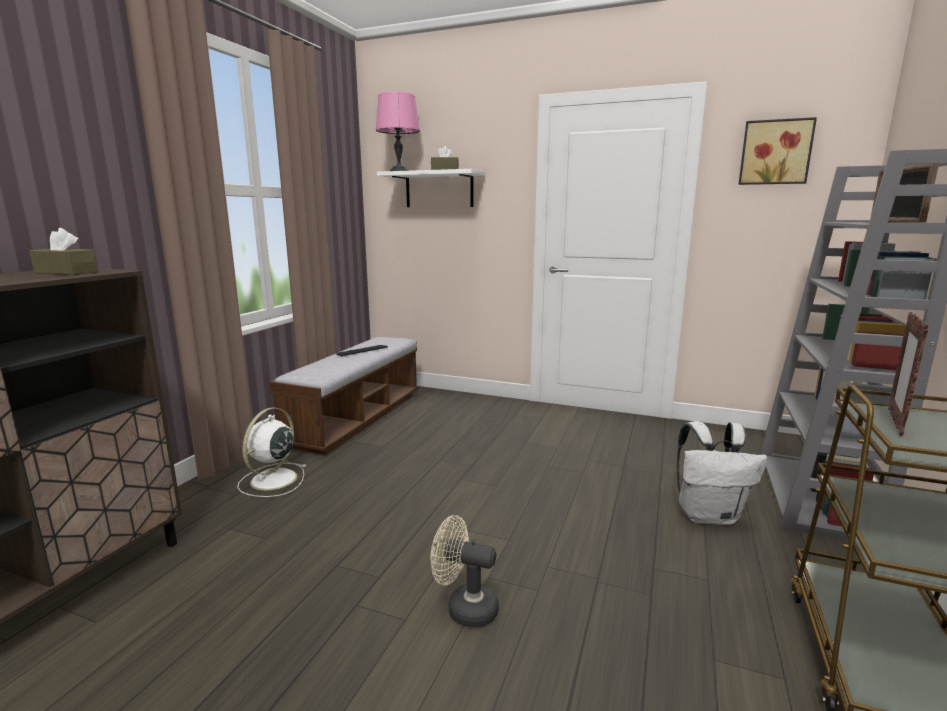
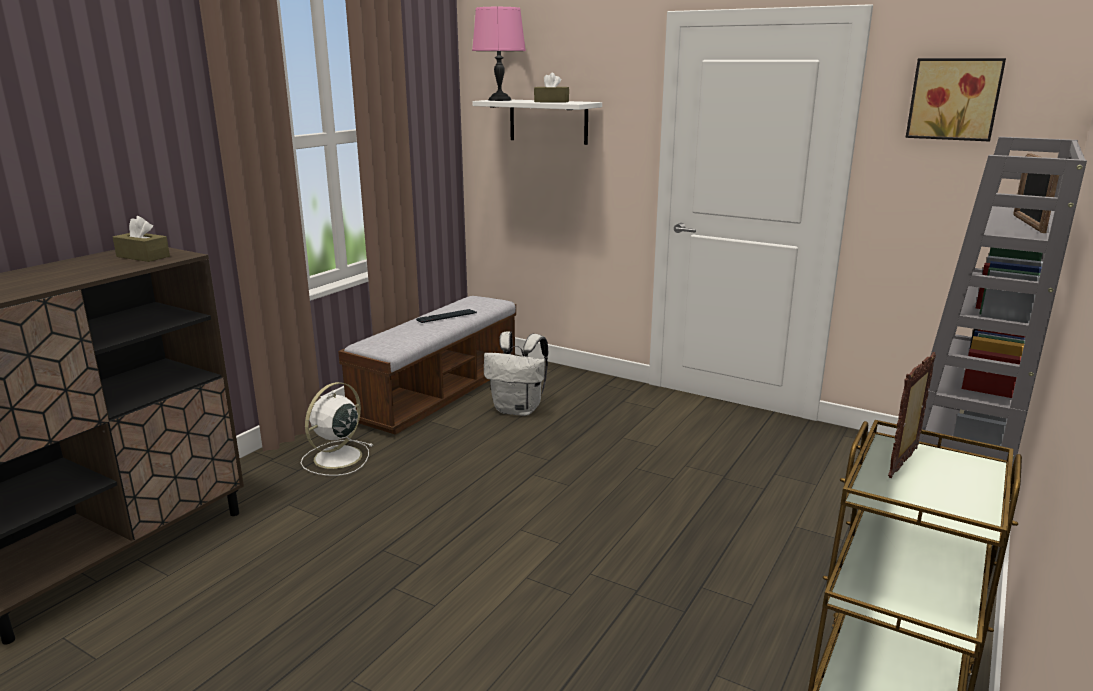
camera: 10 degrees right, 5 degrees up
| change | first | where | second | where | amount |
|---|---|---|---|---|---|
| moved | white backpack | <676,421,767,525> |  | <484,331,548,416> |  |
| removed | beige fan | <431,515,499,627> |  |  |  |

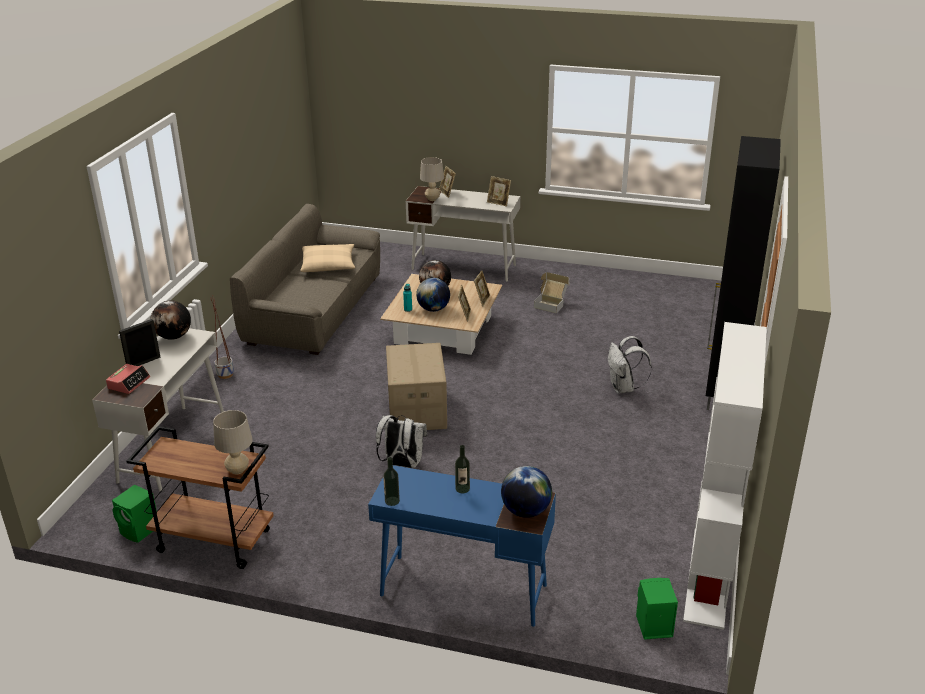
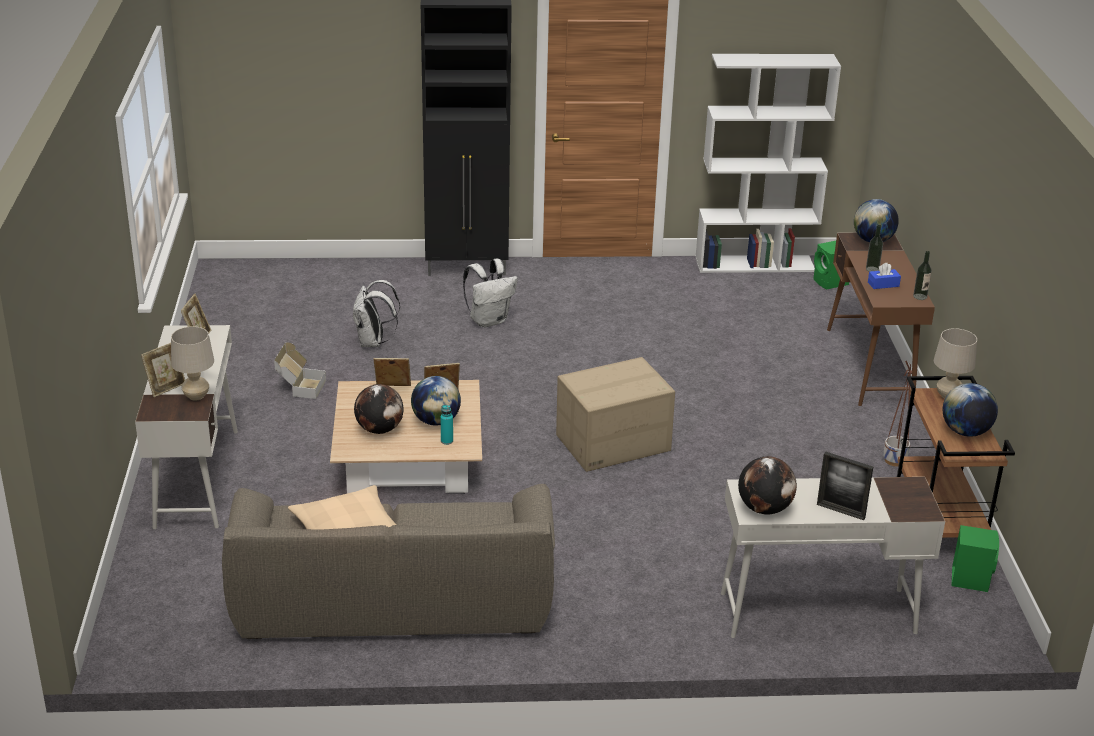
camera: 110 degrees left, 0 degrees up
| change | first | where | second | where | amount |
|---|---|---|---|---|---|
| moved | white backpack | <376,415,427,468> |  | <352,280,400,347> |  |
| recoloured | blue desk | <368,465,556,627> | brown desk | <827,232,935,406> |  |
| added |  |  | blue tissue box | <868,263,901,289> |  |
| moved | planter | <210,297,234,379> |  | <883,361,912,467> |  |
| added |  |  | globe | <943,383,998,437> |  |
| removed | alarm clock | <106,364,150,394> |  |  |  |

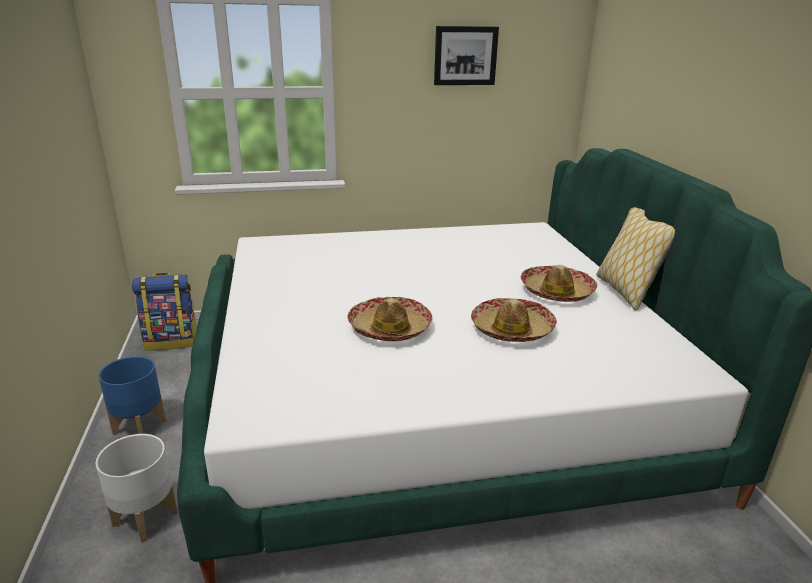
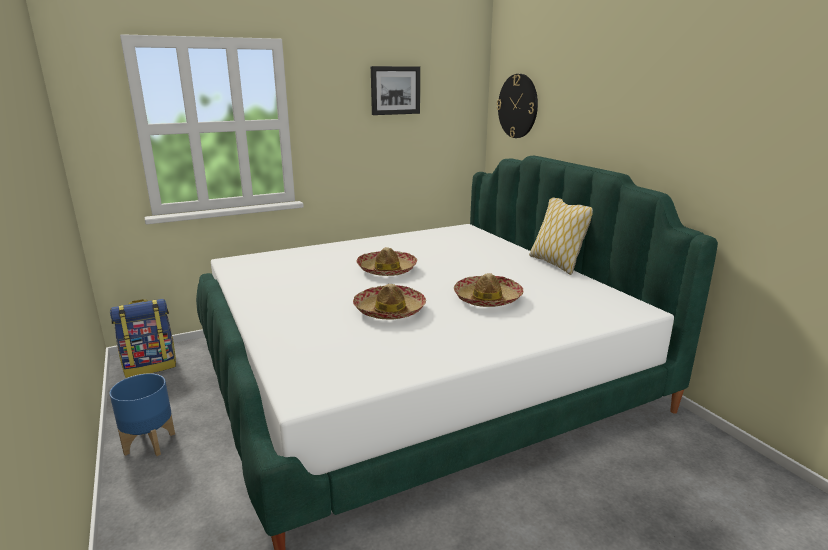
camera: 15 degrees left, 5 degrees down
| change | first | where | second | where | amount |
|---|---|---|---|---|---|
| moved | hat | <520,265,597,302> |  | <356,247,417,276> |  |
| added |  |  | wall clock | <496,74,538,138> |  |
| removed | white planter | <96,434,178,542> |  |  |  |

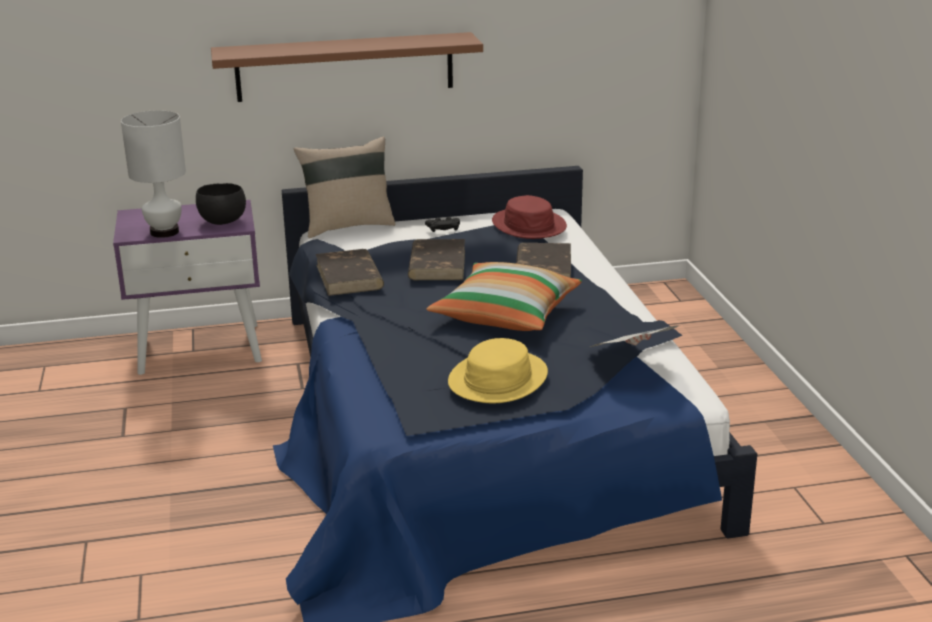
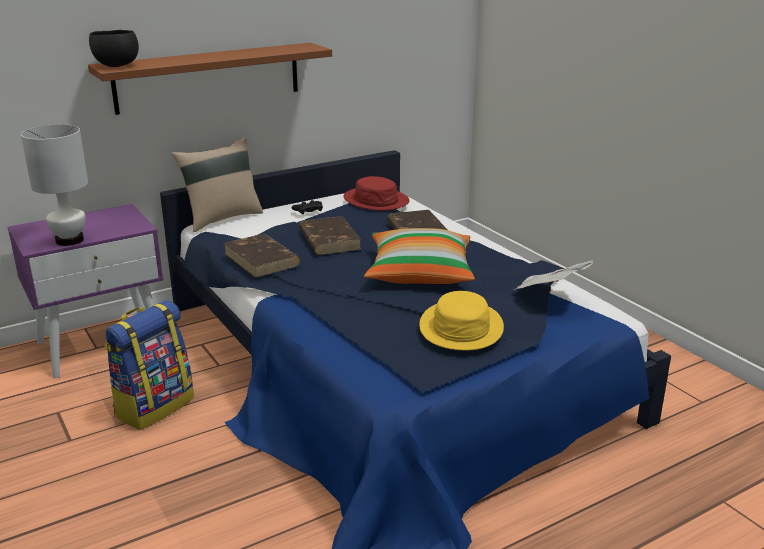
camera: 20 degrees left, 0 degrees up
| change | first | where | second | where | amount |
|---|---|---|---|---|---|
| moved | black bowl | <196,183,246,225> |  | <89,30,139,67> |  |
| added |  |  | backpack | <104,301,194,430> |  |

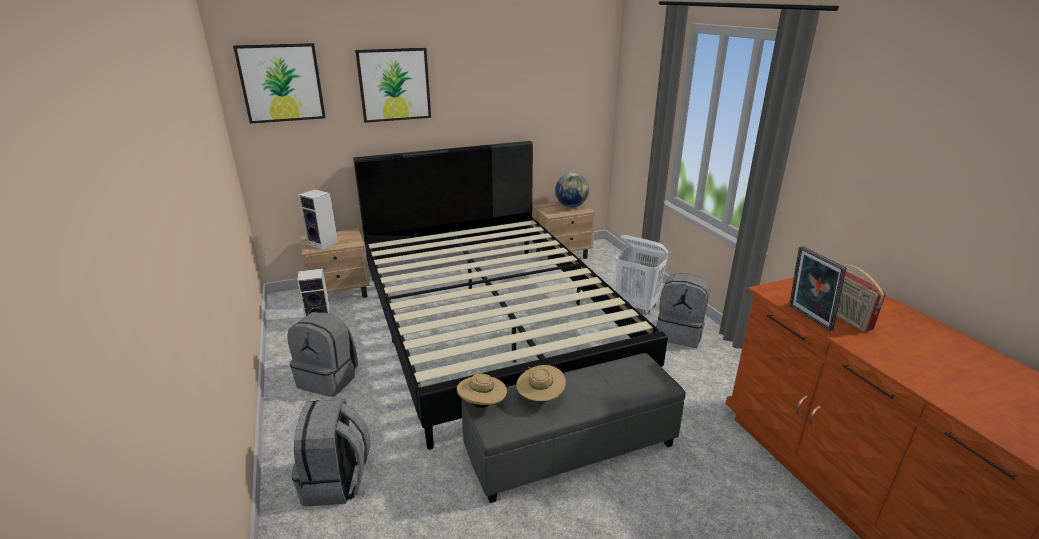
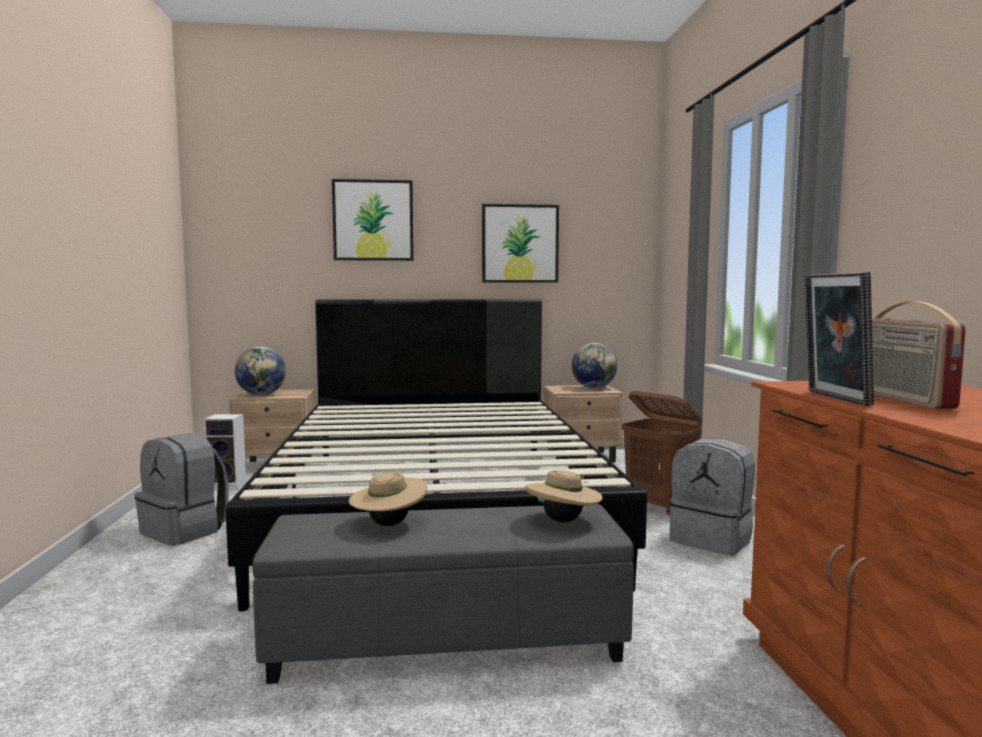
camera: 15 degrees right, 20 degrees down
| change | first | where | second | where | amount |
|---|---|---|---|---|---|
| replaced | speaker | <298,189,338,250> | globe | <235,347,286,396> |  |
| moved | picture | <233,43,326,124> |  | <482,204,559,283> |  |
| moved | beige hat | <457,373,507,408> |  | <525,470,603,522> |  |
| recoloured | white laundry basket | <615,235,669,314> | brown laundry basket | <622,391,702,516> |  |
| removed | grey backpack | <291,399,370,506> |  |  |  |

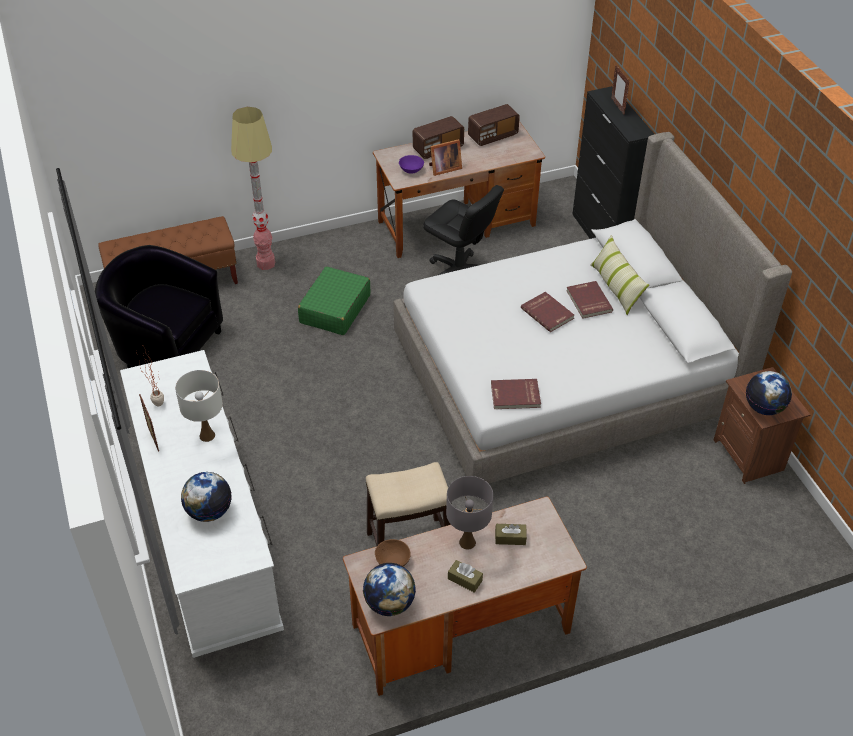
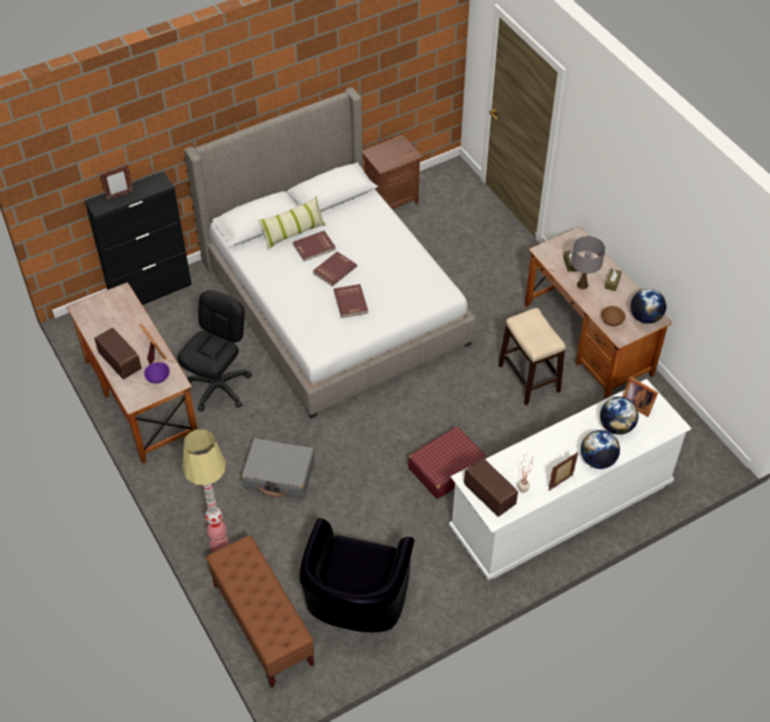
camera: 100 degrees left, 5 degrees up
| change | first | where | second | where | amount |
|---|---|---|---|---|---|
| recoloured | green suitcase | <298,266,371,335> | grey suitcase | <241,438,315,499> |  |
| moved | red book | <491,379,541,409> |  | <334,284,368,318> |  |
| added |  |  | red suitcase | <408,426,487,499> |  |
| moved | radio | <468,104,520,146> |  | <464,458,518,517> |  |
| moved | globe | <746,371,792,415> |  | <581,430,620,469> |  |
| added |  |  | picture frame | <623,377,658,417> |  |
| removed | white table lamp | <175,370,223,442> |  |  |  |

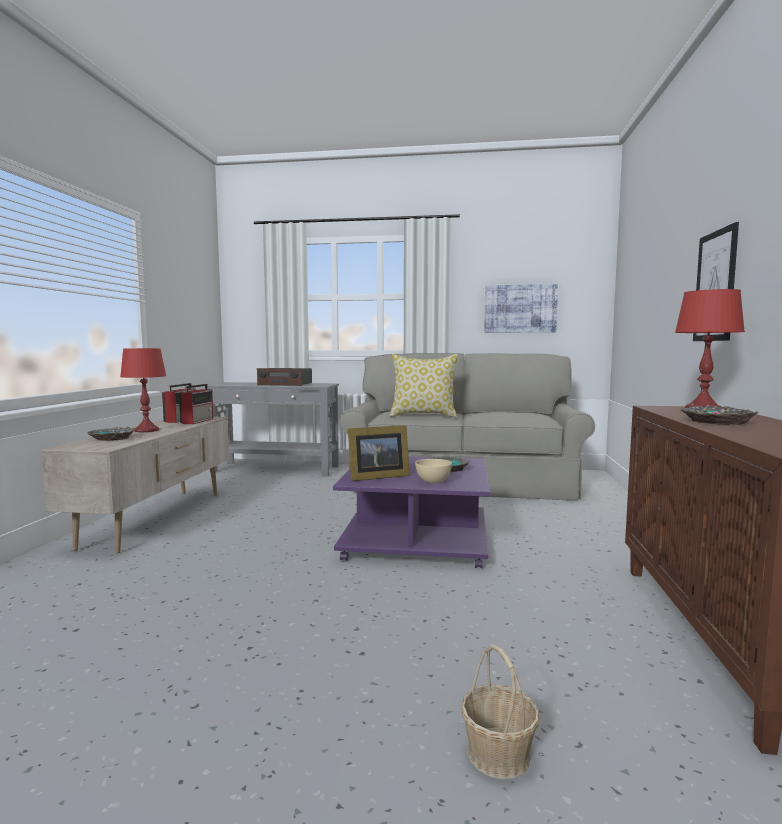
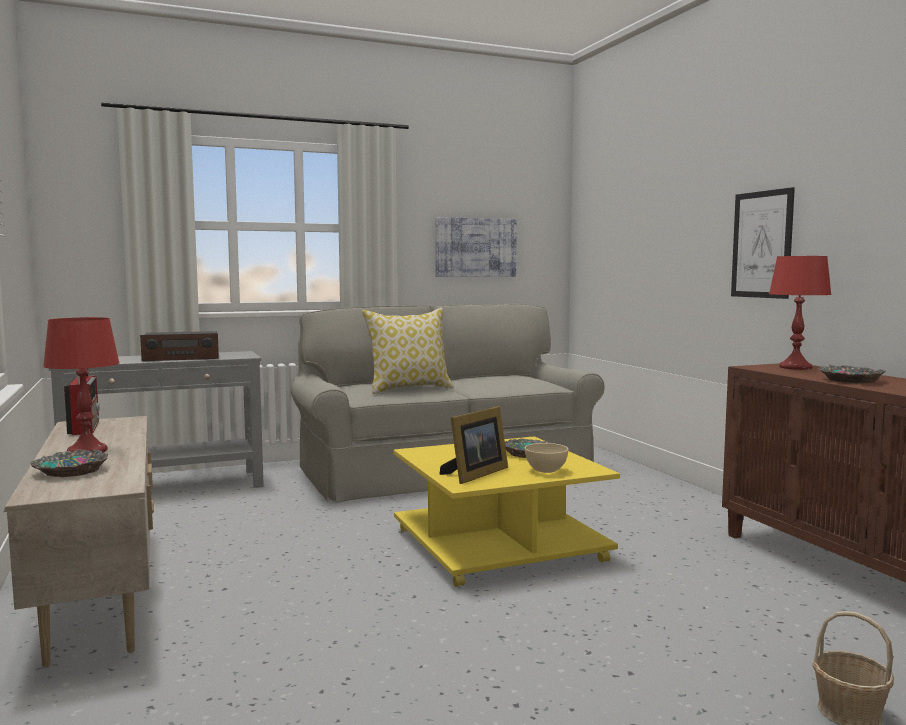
camera: 30 degrees left, 0 degrees up
| change | first | where | second | where | amount |
|---|---|---|---|---|---|
| recoloured | purple coffee table | <333,456,490,568> | yellow coffee table | <393,436,620,587> |  |
| removed | radio | <179,384,213,424> |  |  |  |

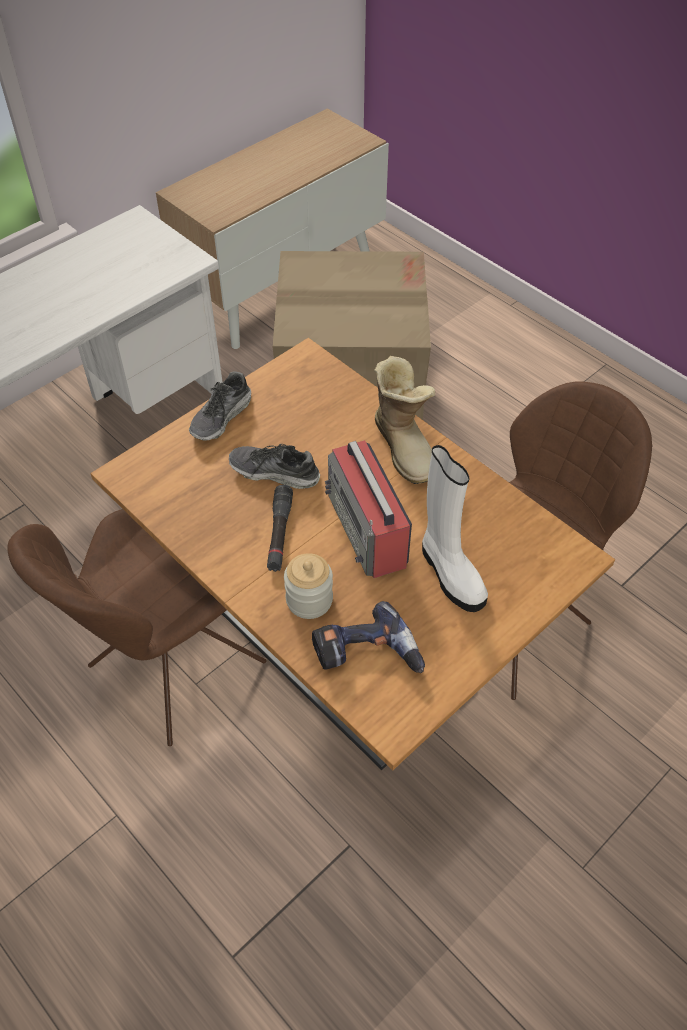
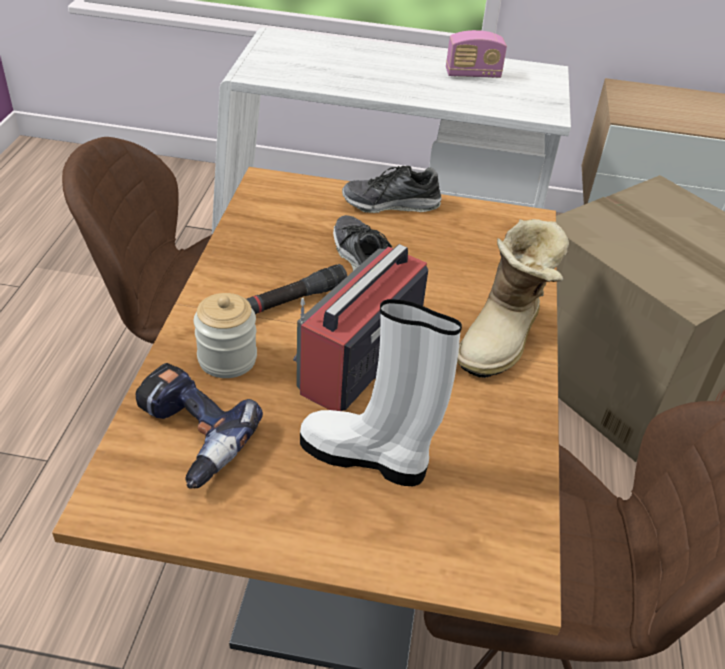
camera: 50 degrees right, 10 degrees down
| change | first | where | second | where | amount |
|---|---|---|---|---|---|
| turned | white boot | <422,445,488,612> |  | <300,299,462,486> | 90 degrees clockwise |
| added |  |  | radio | <446,30,507,78> |  |

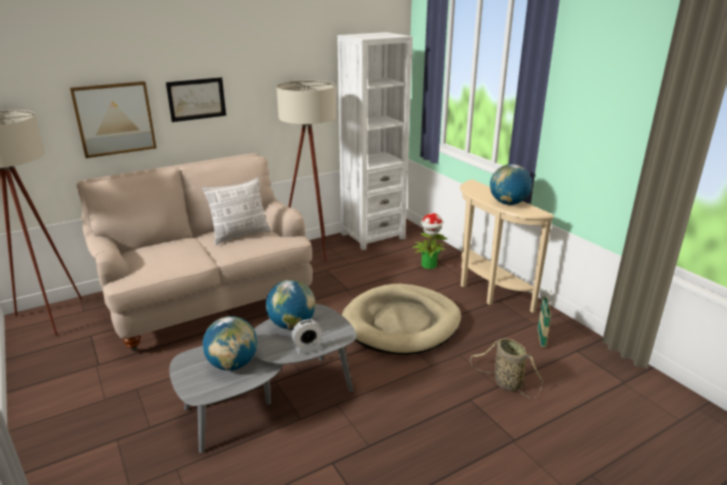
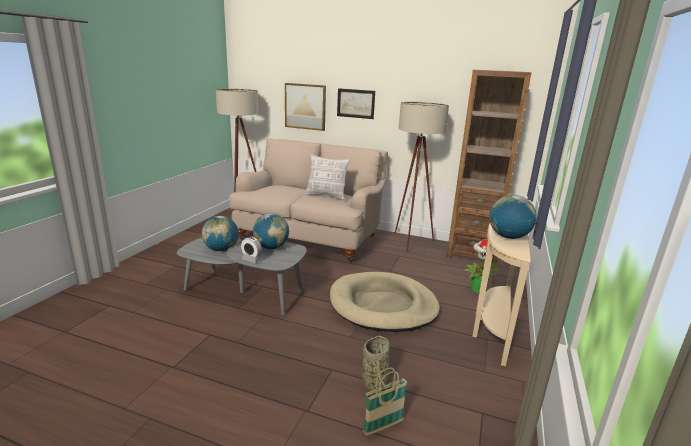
camera: 50 degrees right, 5 degrees down
| change | first | where | second | where | amount |
|---|---|---|---|---|---|
| moved | basket | <538,290,552,347> |  | <363,368,407,436> |  |
| recoloured | white bookcase | <337,32,413,250> | brown bookcase | <446,70,531,262> |  |

